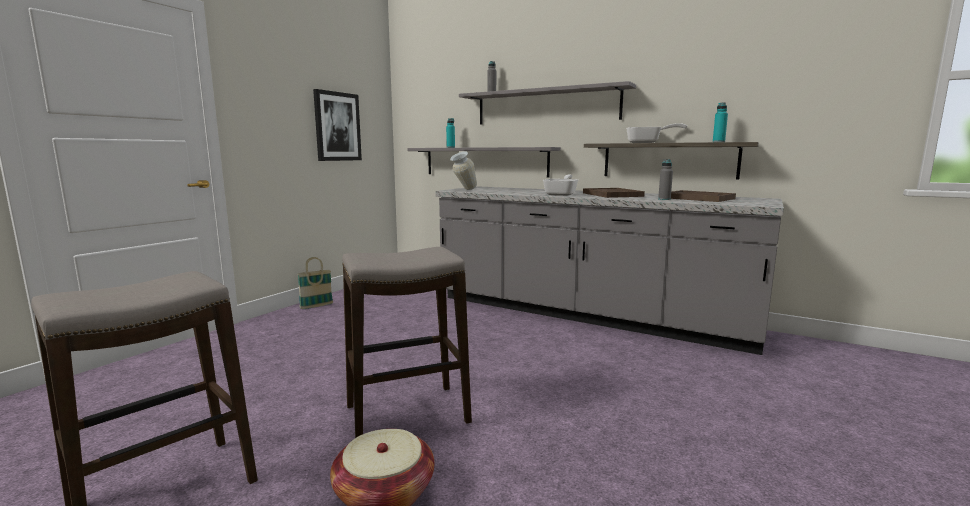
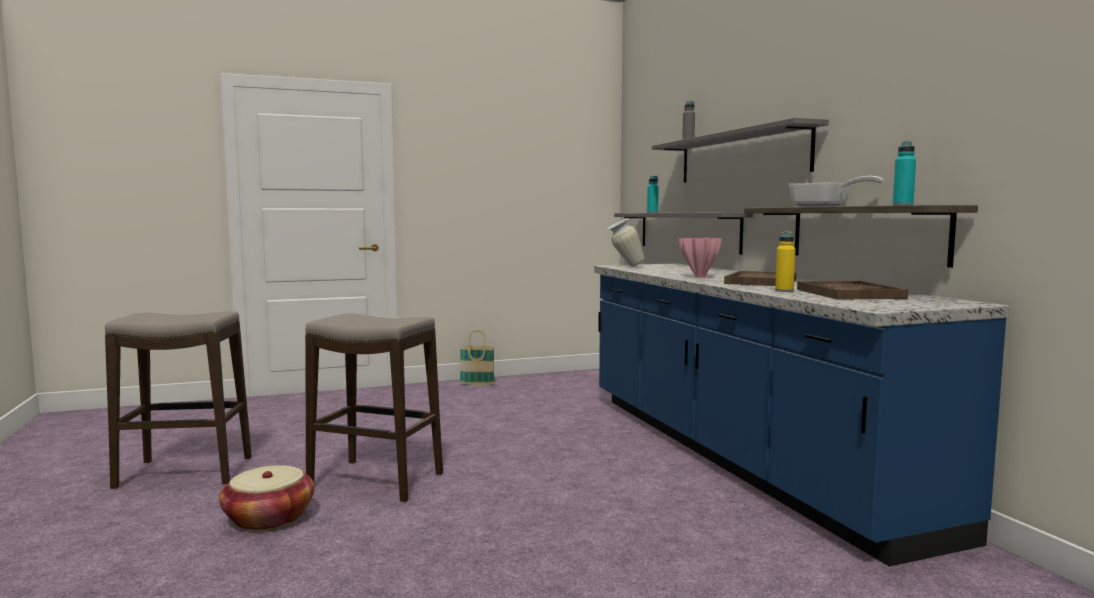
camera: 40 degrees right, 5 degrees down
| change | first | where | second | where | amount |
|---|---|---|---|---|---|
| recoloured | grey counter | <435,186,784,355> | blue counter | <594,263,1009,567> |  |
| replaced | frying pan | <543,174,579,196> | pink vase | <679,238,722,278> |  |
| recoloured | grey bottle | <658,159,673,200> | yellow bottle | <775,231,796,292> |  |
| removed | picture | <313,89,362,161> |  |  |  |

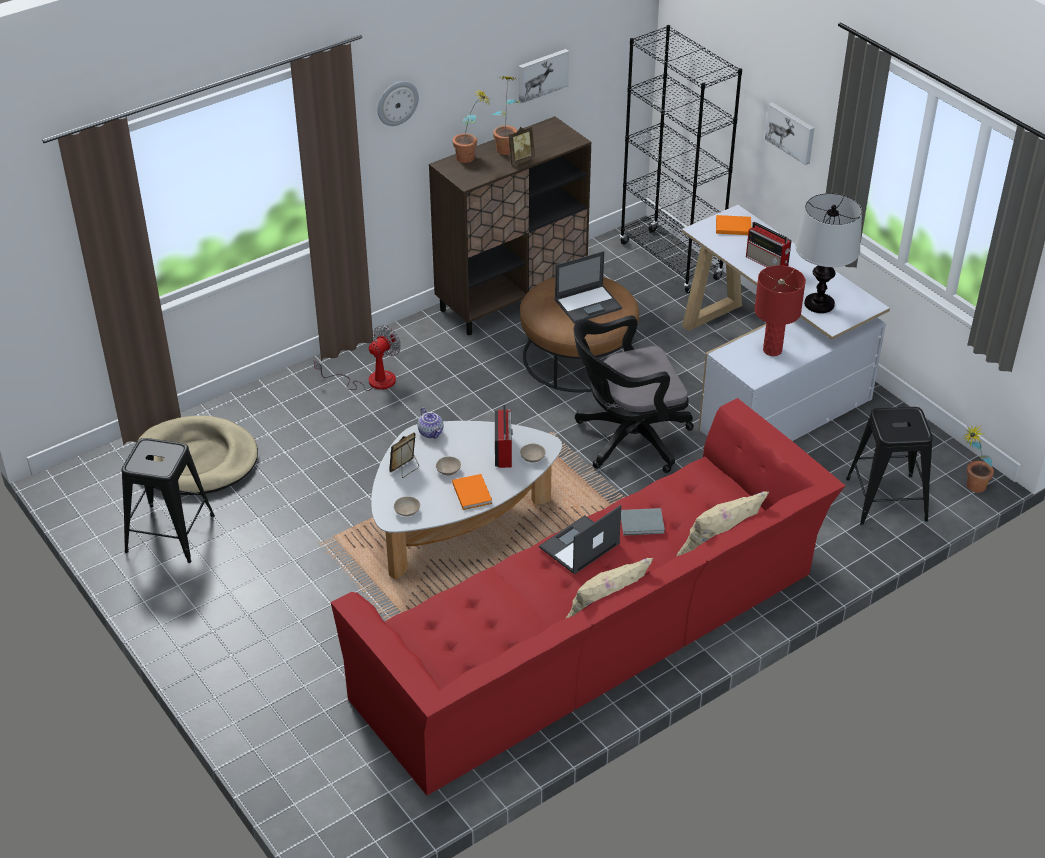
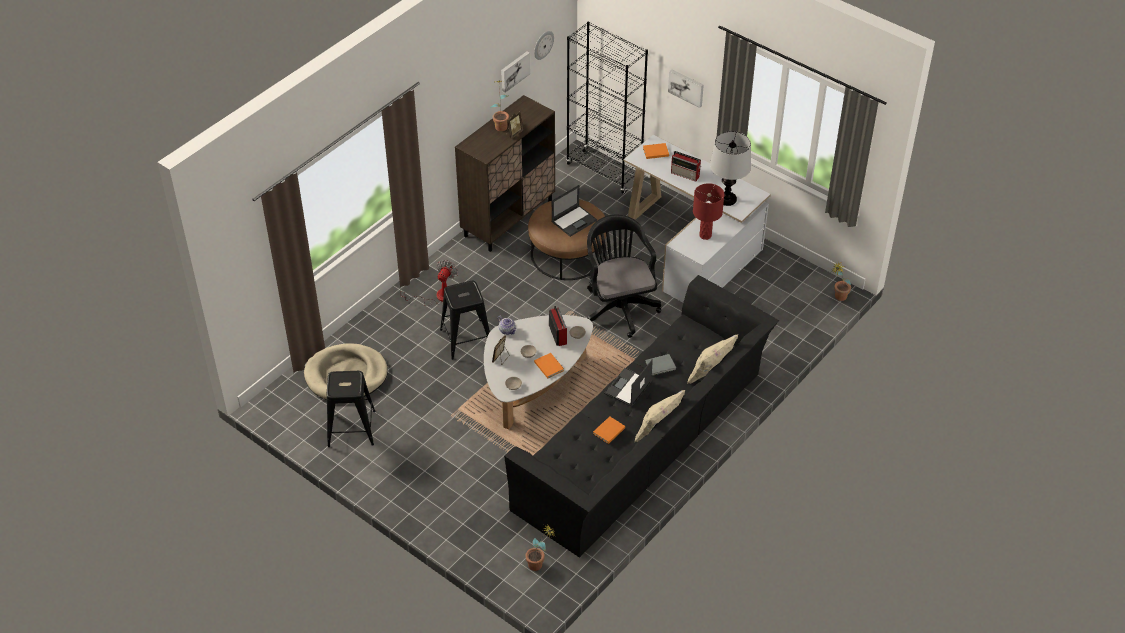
camera: 15 degrees left, 5 degrees up
| change | first | where | second | where | amount |
|---|---|---|---|---|---|
| moved | black stool | <846,407,933,525> |  | <440,281,490,360> |  |
| recoloured | red sofa | <331,398,846,795> | black sofa | <504,275,779,558> |  |
| moved | potted plant | <452,89,490,163> |  | <525,524,555,571> |  |
| moved | wall clock | <378,81,419,126> |  | <534,31,554,60> |  |
| turned | black office chair | <574,316,694,473> |  | <587,215,661,338> | 105 degrees clockwise |
| added |  |  | orange book | <593,416,625,444> |  |

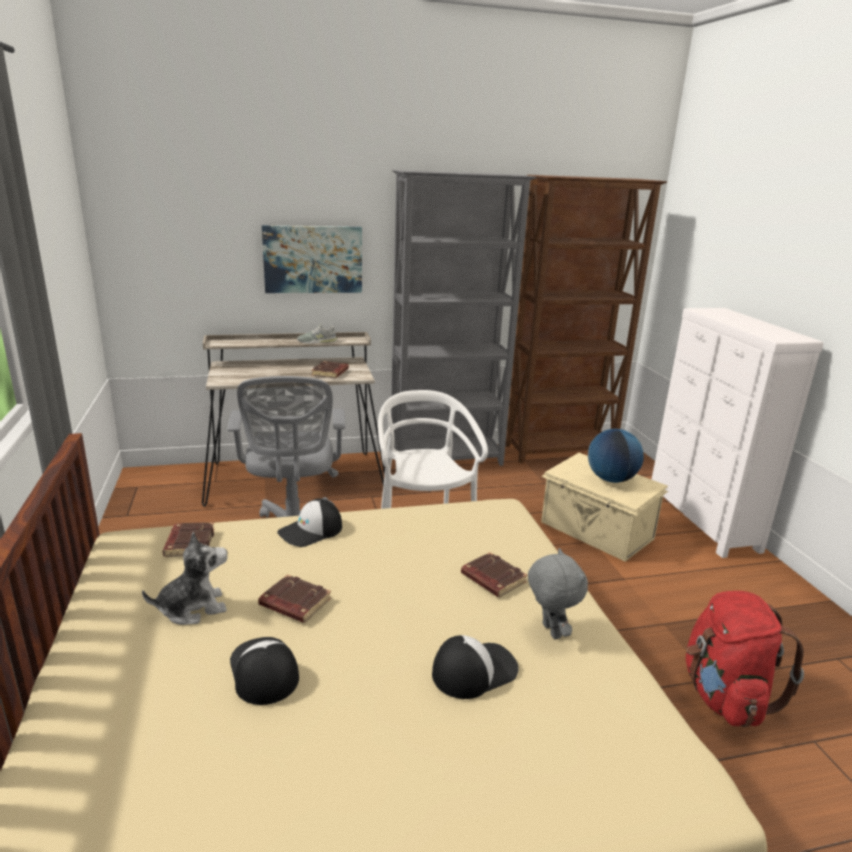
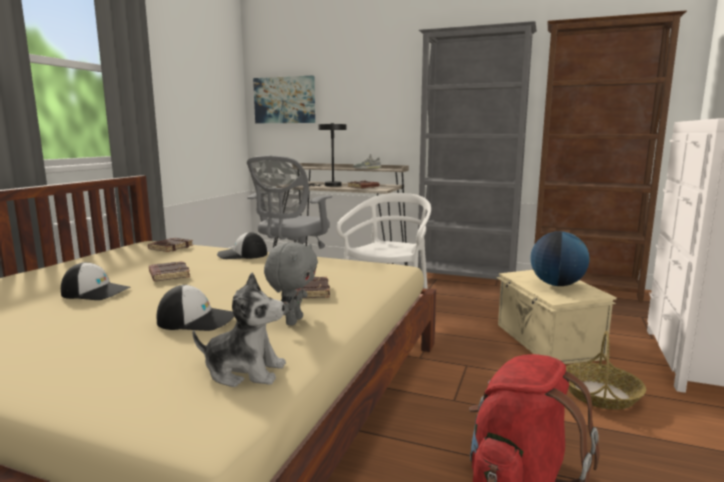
camera: 35 degrees right, 10 degrees down
| change | first | where | second | where | amount |
|---|---|---|---|---|---|
| turned | cap | <230,637,299,705> |  | <61,262,130,300> | 90 degrees clockwise |
| moved | plush toy | <142,532,227,625> |  | <192,273,286,387> |  |
| moved | picture | <262,225,362,293> |  | <253,75,315,123> |  |
| added |  |  | black table lamp | <309,123,346,187> |  |
| added |  |  | basket | <566,331,646,410> |  |

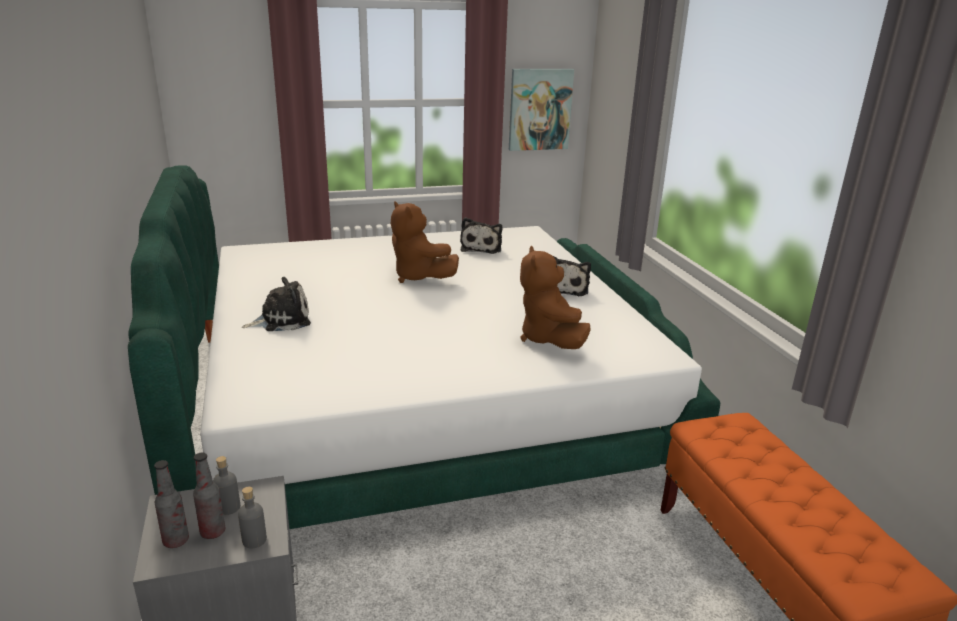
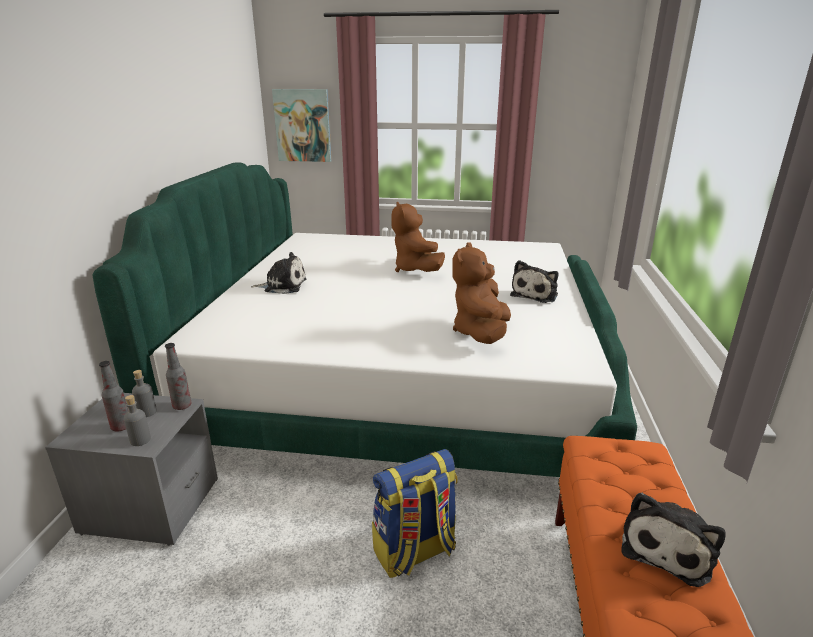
camera: 25 degrees right, 0 degrees up
| change | first | where | second | where | amount |
|---|---|---|---|---|---|
| moved | bottle | <154,460,189,548> |  | <165,343,192,410> |  |
| moved | picture | <509,69,574,151> |  | <272,89,332,162> |  |
| added |  |  | backpack | <372,449,458,578> |  |
| moved | plush toy | <460,217,502,254> |  | <621,492,726,587> |  |

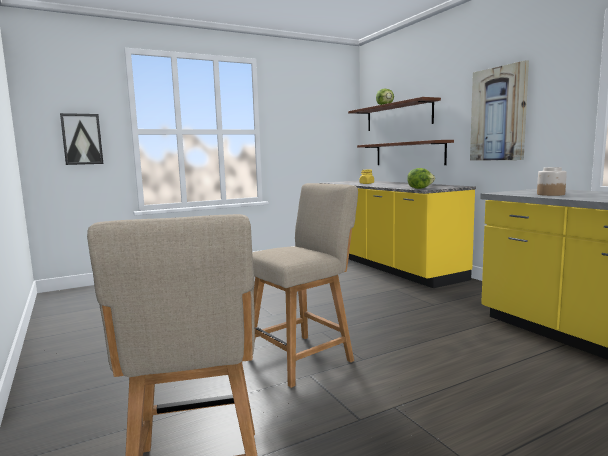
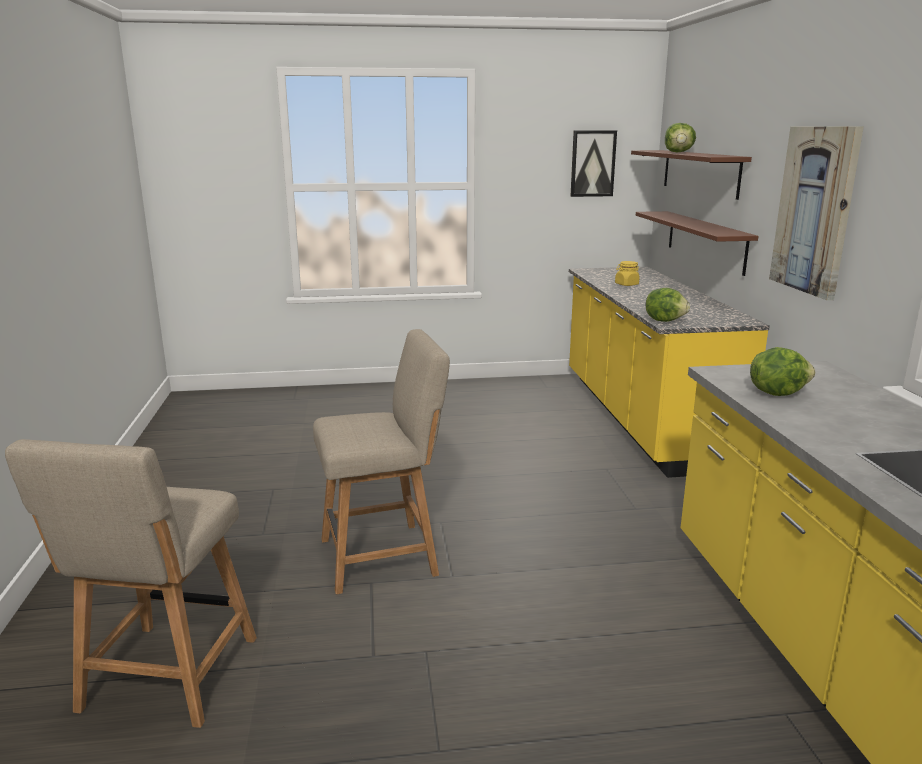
camera: 20 degrees right, 10 degrees up
| change | first | where | second | where | amount |
|---|---|---|---|---|---|
| moved | picture | <60,113,103,165> |  | <571,130,617,197> |  |
| replaced | jar | <537,167,567,196> | lettuce | <750,347,815,396> |  |

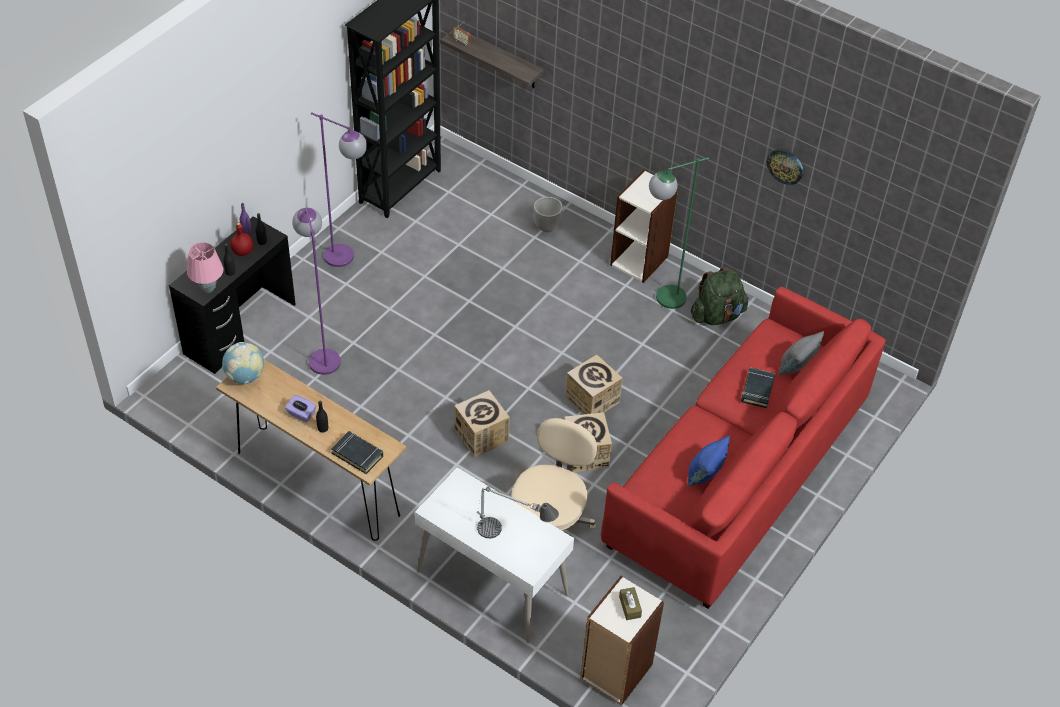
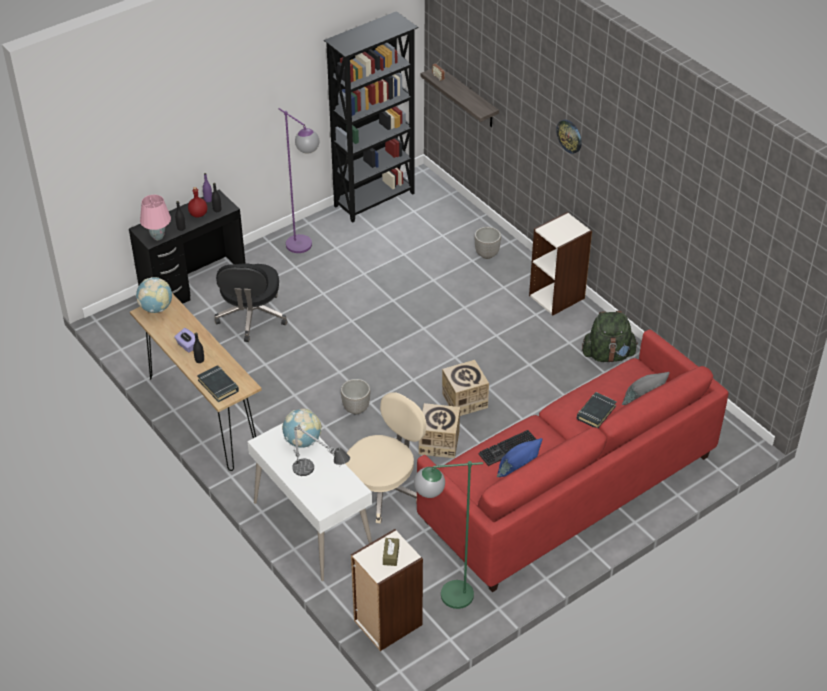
camera: 20 degrees right, 5 degrees down
| change | first | where | second | where | amount |
|---|---|---|---|---|---|
| replaced | purple floor lamp | <292,207,341,375> | black office chair | <214,263,288,342> |  |
| added |  |  | globe | <282,409,322,448> |  |
| replaced | cardboard box | <454,390,510,458> | planter | <341,379,370,414> |  |
| moved | green floor lamp | <649,157,709,309> |  | <414,461,483,609> |  |
| added |  |  | keyboard | <479,430,537,466> |  |
| moved | wall clock | <767,149,804,185> |  | <556,120,582,154> |  |

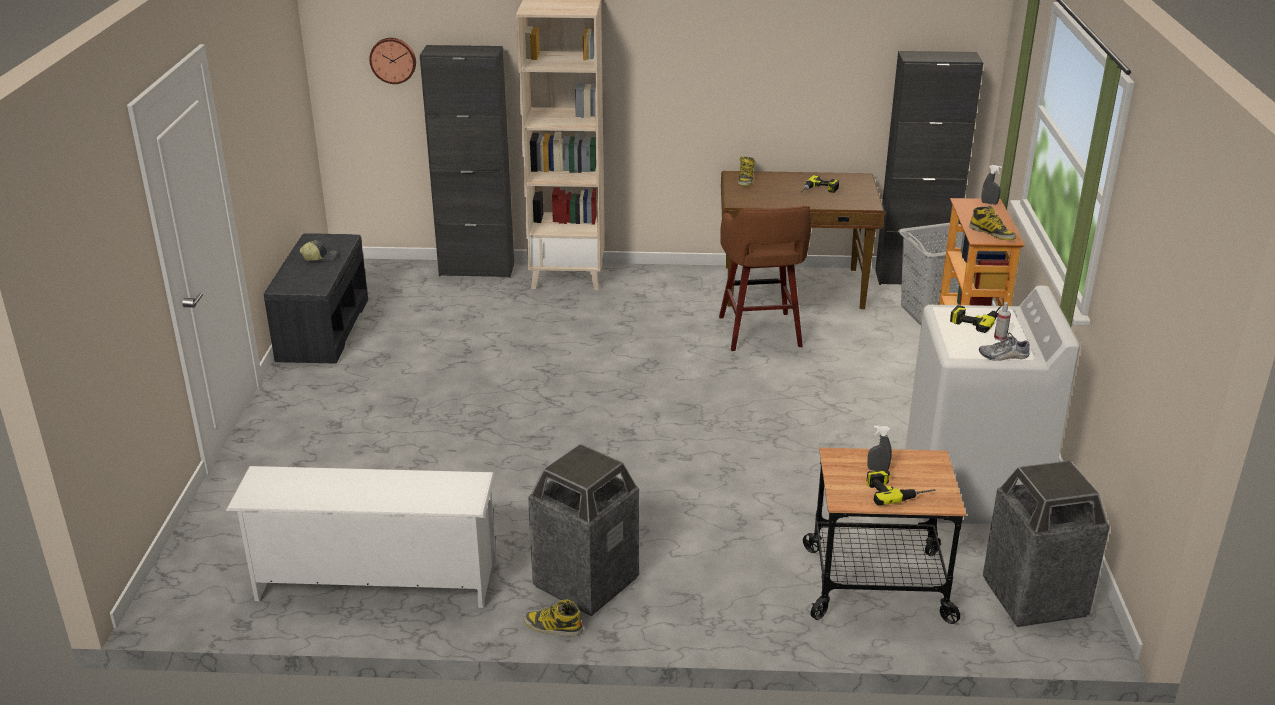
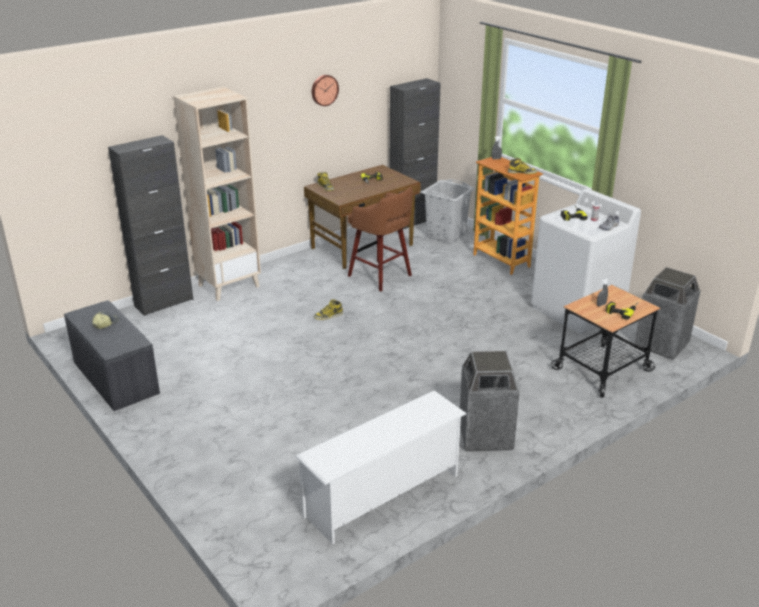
camera: 40 degrees left, 0 degrees up
| change | first | where | second | where | amount |
|---|---|---|---|---|---|
| moved | wall clock | <369,38,416,84> |  | <312,75,339,106> |  |
| moved | boot | <524,599,583,636> |  | <314,299,343,320> |  |

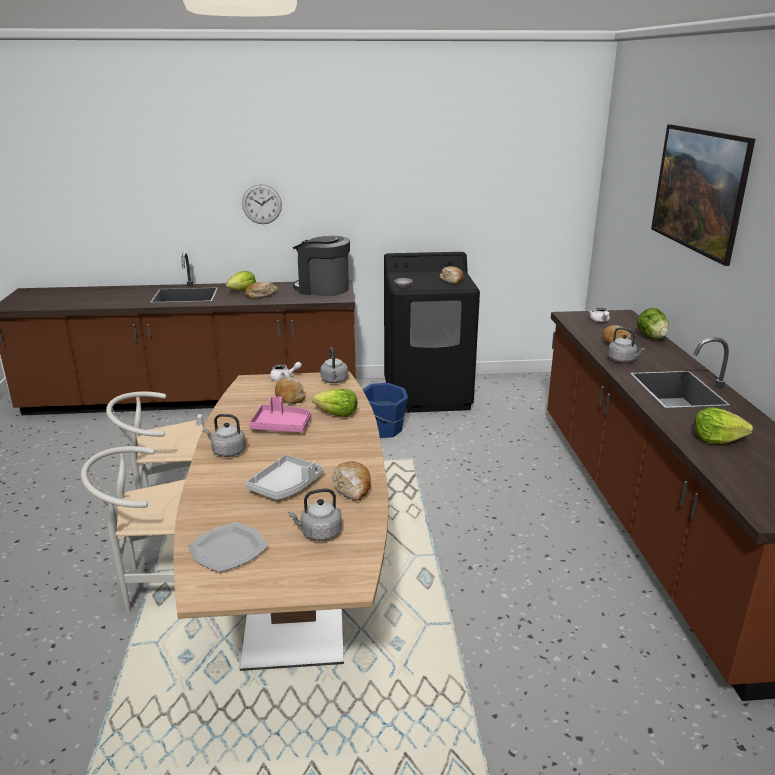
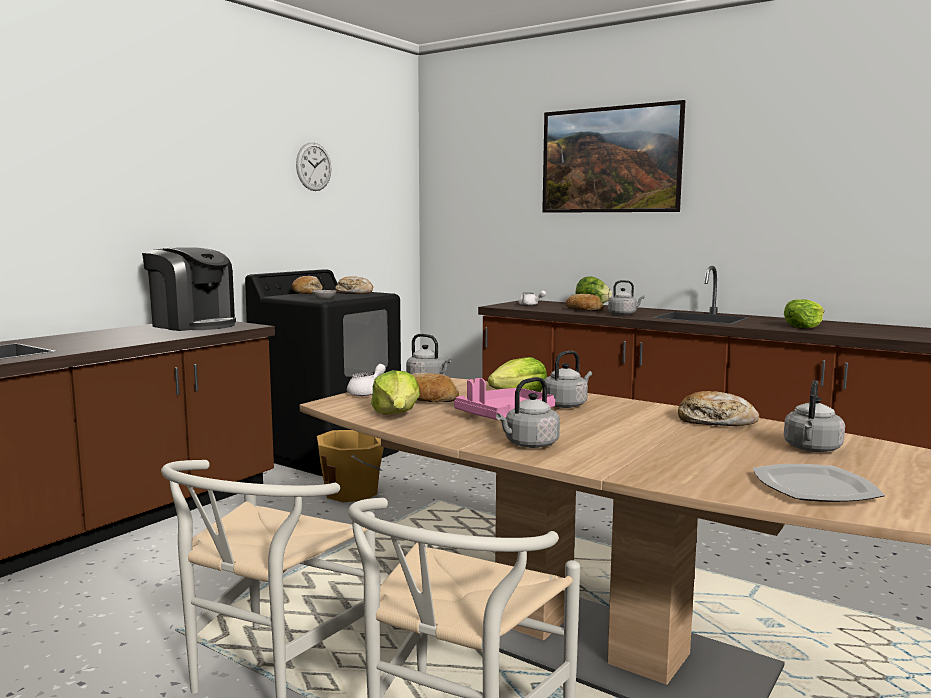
camera: 50 degrees left, 15 degrees down
| change | first | where | second | where | amount |
|---|---|---|---|---|---|
| turned | coffee machine | <293,236,350,296> |  | <142,247,236,331> | 120 degrees counterclockwise |
| moved | bread | <245,282,278,299> |  | <292,276,323,294> |  |
| moved | wall clock | <242,184,282,224> |  | <296,142,331,191> |  |
| recoloured | blue bucket | <363,383,408,438> | orange bucket | <317,430,384,502> |  |
| moved | lettuce | <226,271,256,290> |  | <371,370,420,415> |  |
| added |  |  | grey kettle | <544,351,592,408> |  |
| removed | grey tray | <246,454,323,500> |  |  |  |

